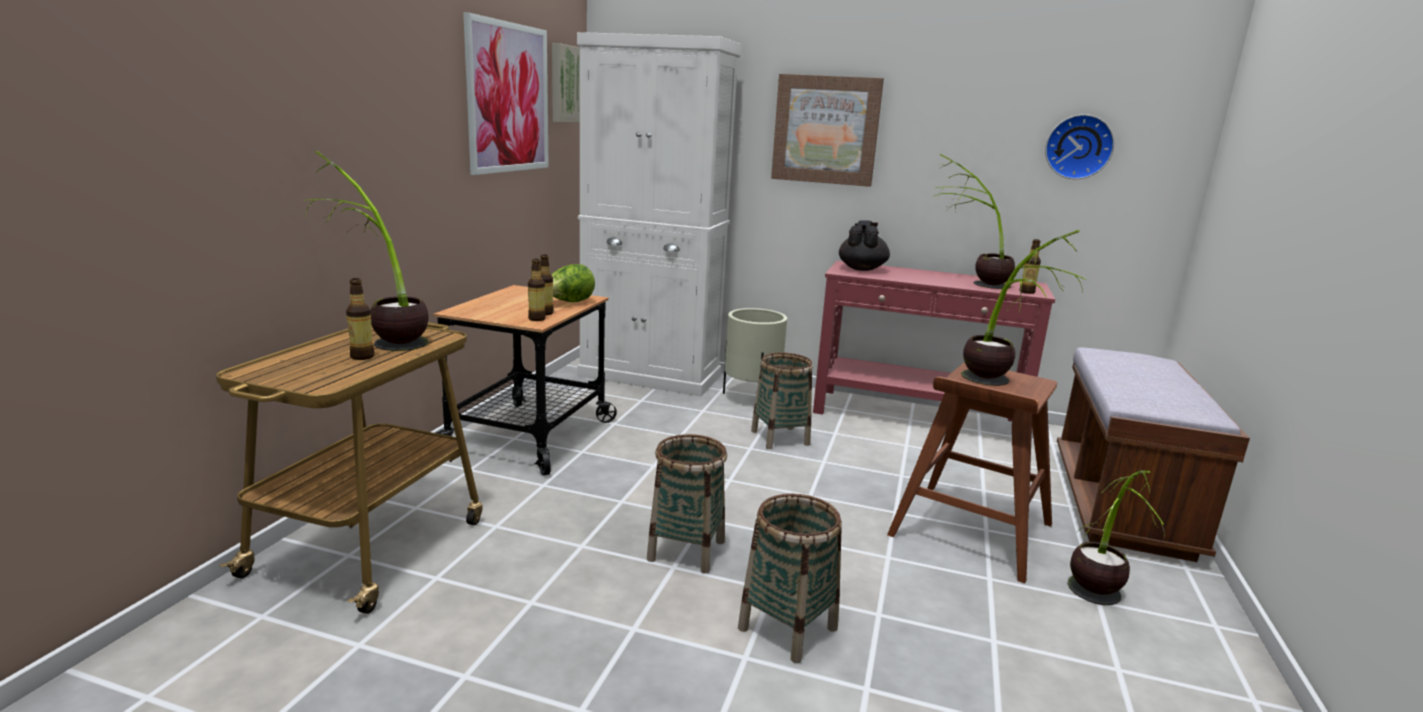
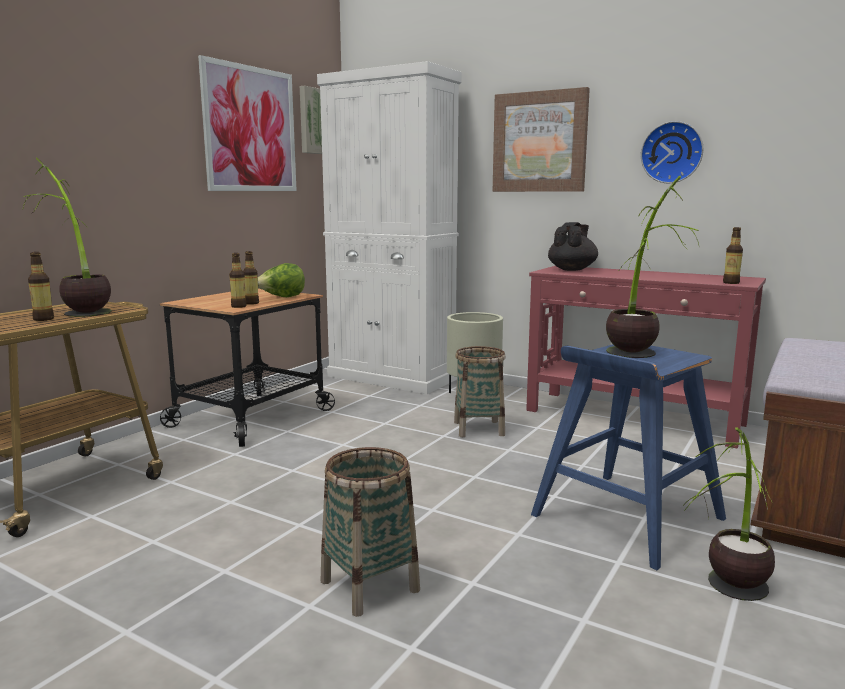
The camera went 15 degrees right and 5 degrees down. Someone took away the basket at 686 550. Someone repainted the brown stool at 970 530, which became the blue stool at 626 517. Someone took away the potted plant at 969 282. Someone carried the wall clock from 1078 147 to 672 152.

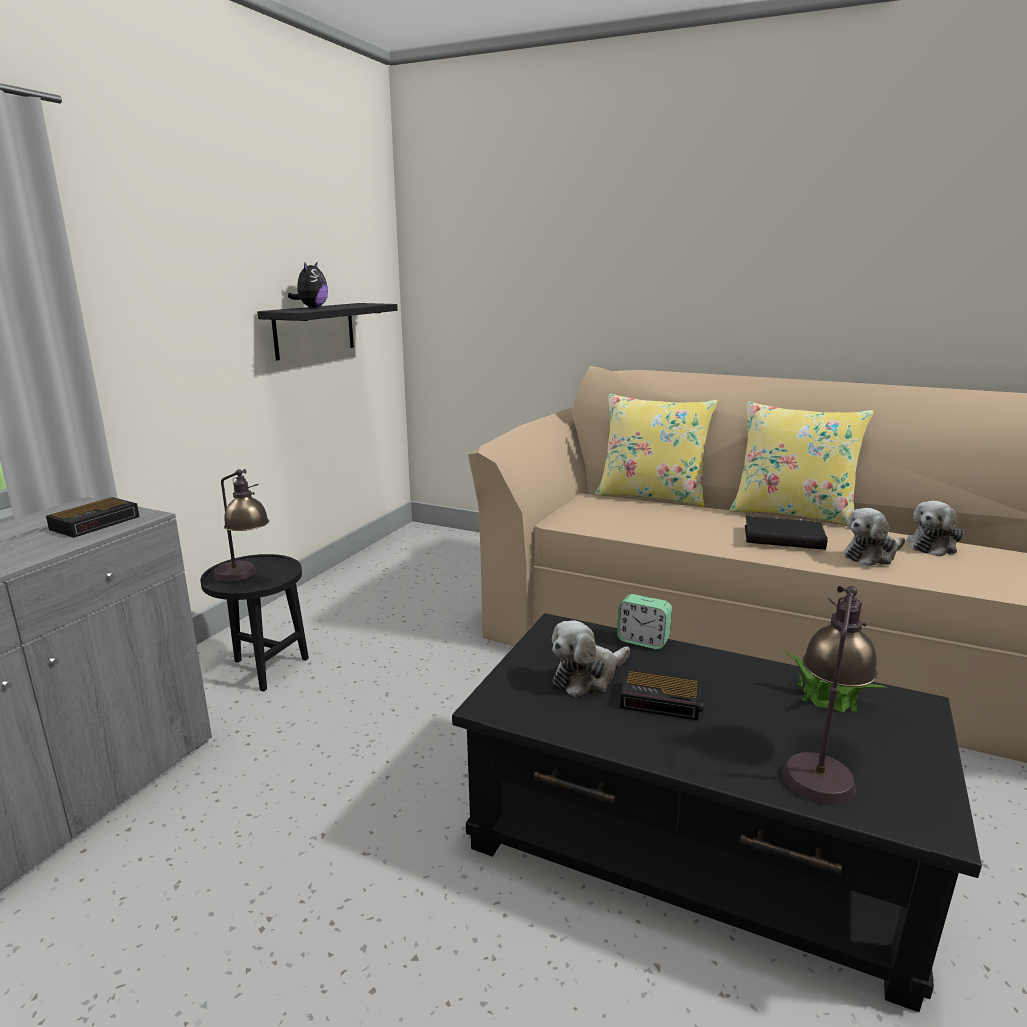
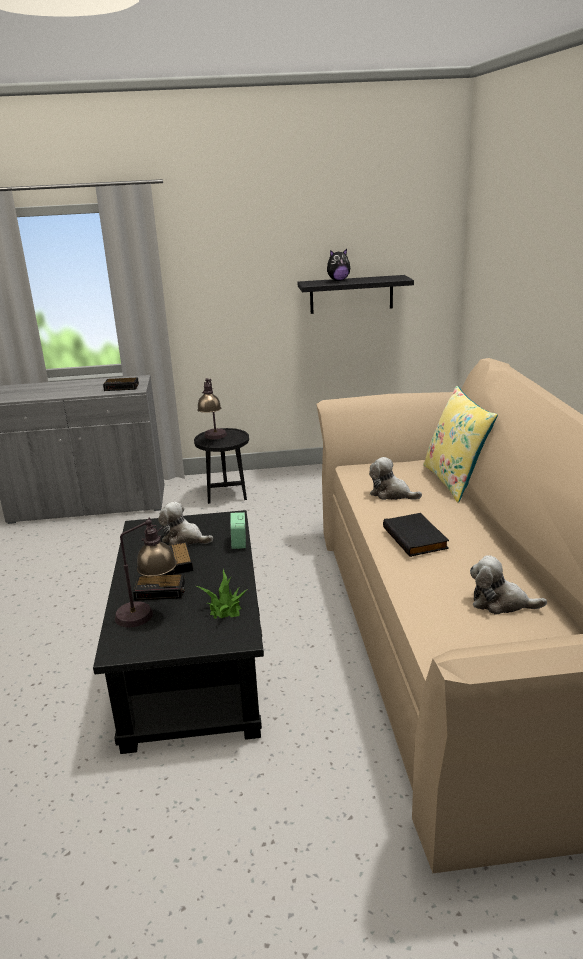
The camera went 60 degrees right and 5 degrees up. Someone took away the yellow pillow at 792 513. Someone carried the plush toy from 872 556 to 391 494. Someone put down the alarm clock at 161 591.

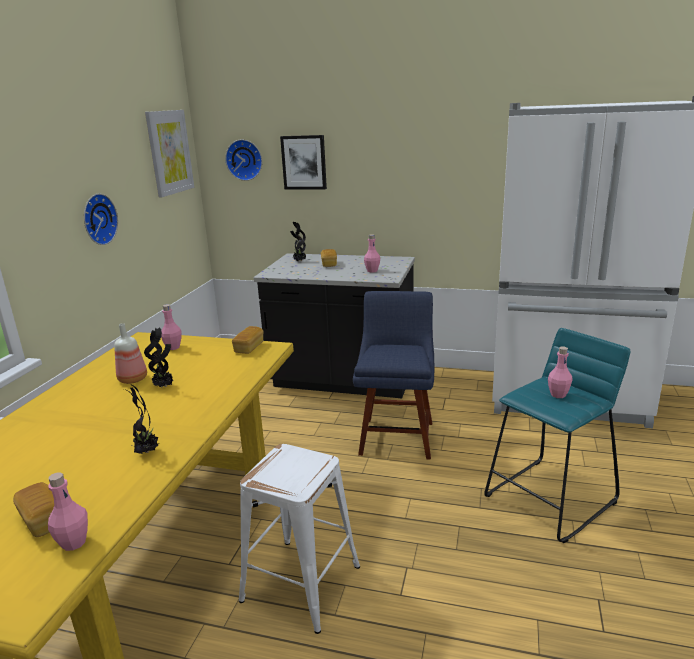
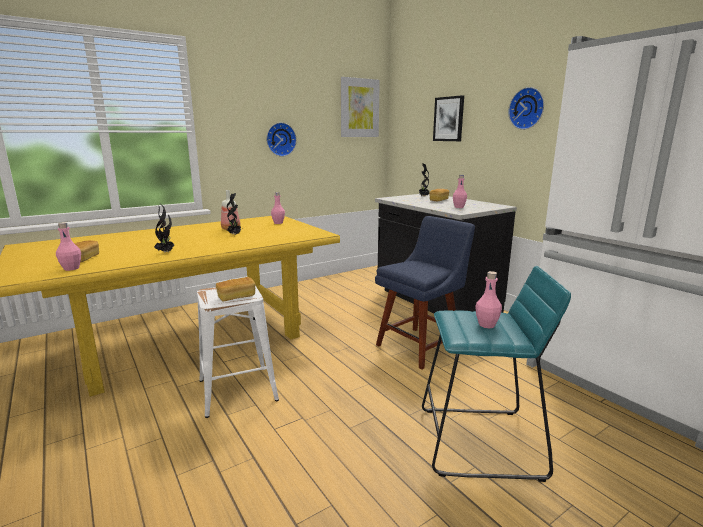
The camera went 40 degrees right and 5 degrees down. Someone carried the wall clock from 245 159 to 527 108. Someone carried the bread from 249 348 to 236 297.

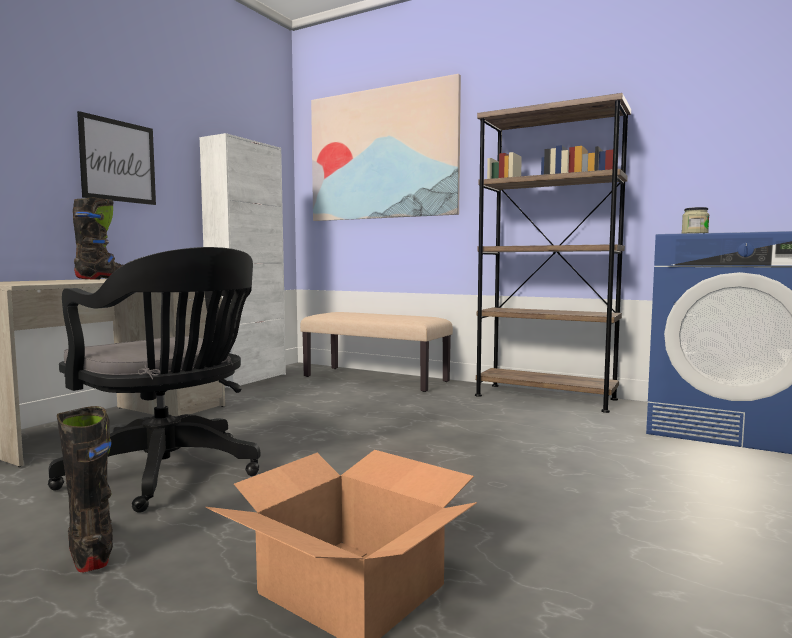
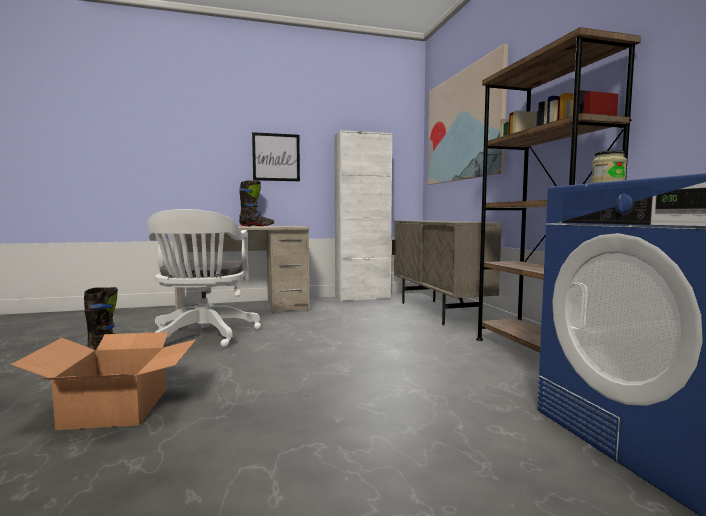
The camera went 45 degrees right and 0 degrees up. Someone repainted the black office chair at 169 474, which became the white office chair at 203 336. Someone swapped the beige bench at 376 379 for the beige cabinet at 438 312.

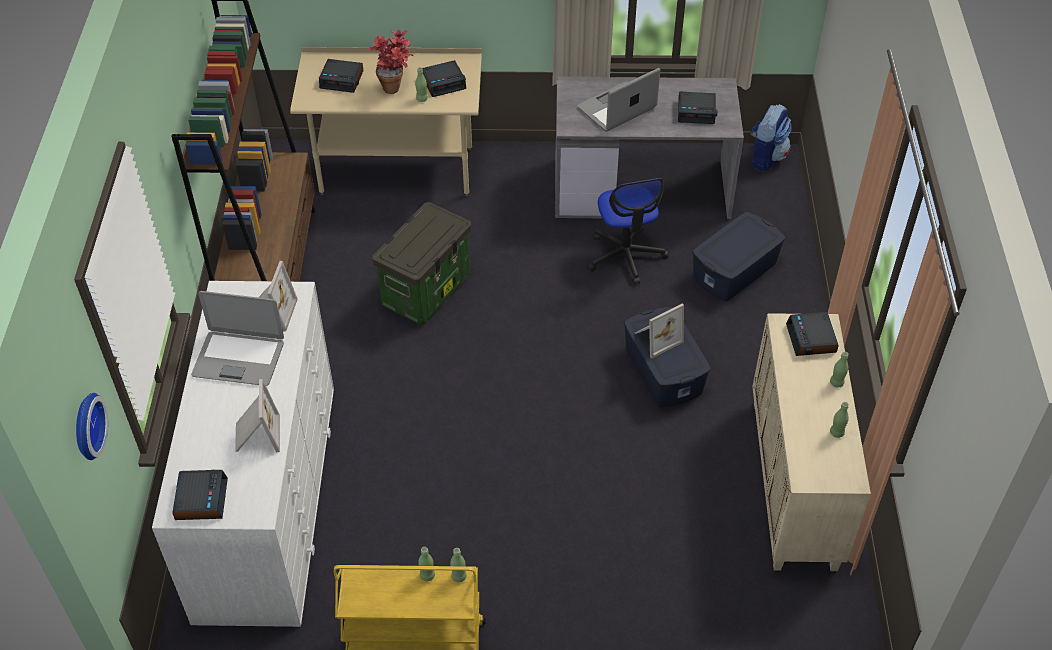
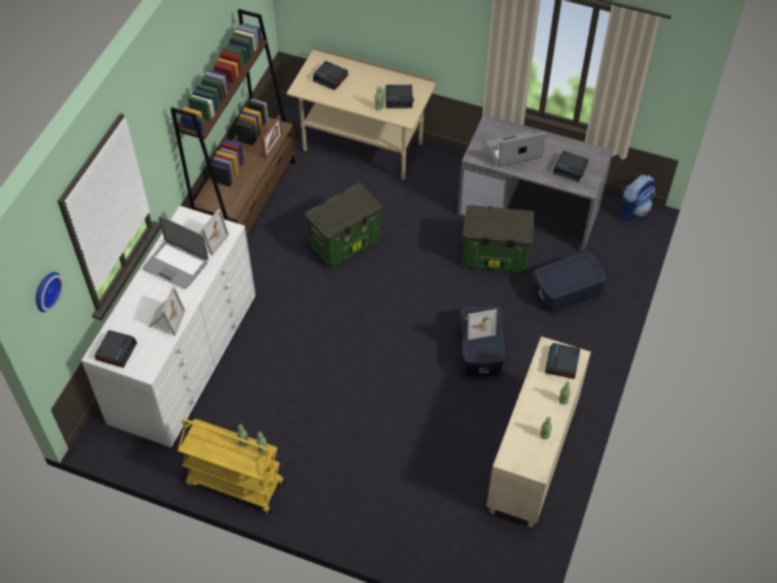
The camera went 20 degrees right and 5 degrees up. Someone took away the potted plant at 396 86. Someone swapped the office chair at 625 256 for the storage box at 494 257. Someone put down the picture frame at 273 147.

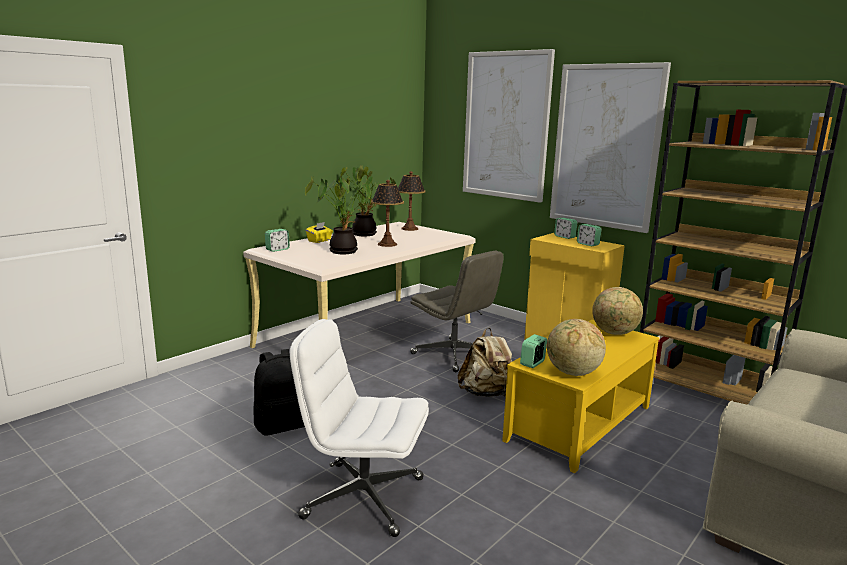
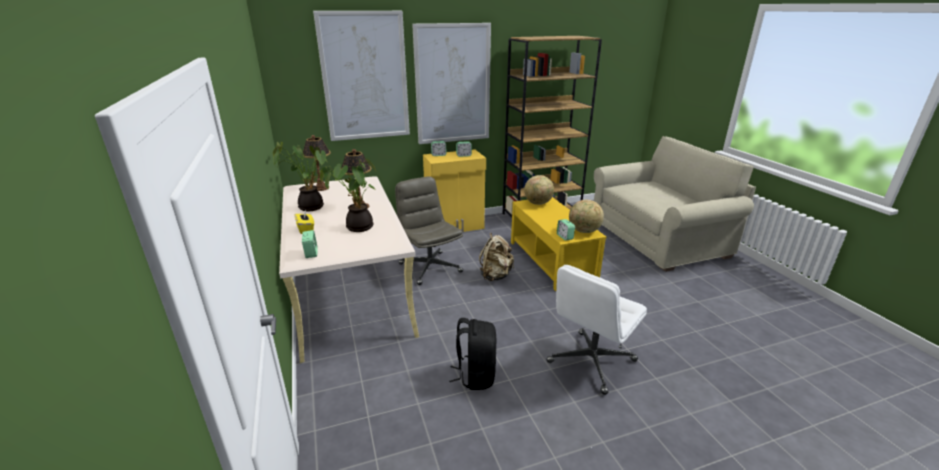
The camera went 60 degrees left and 10 degrees up. Someone rotated the grey office chair at 454 355 by 105 degrees counterclockwise.

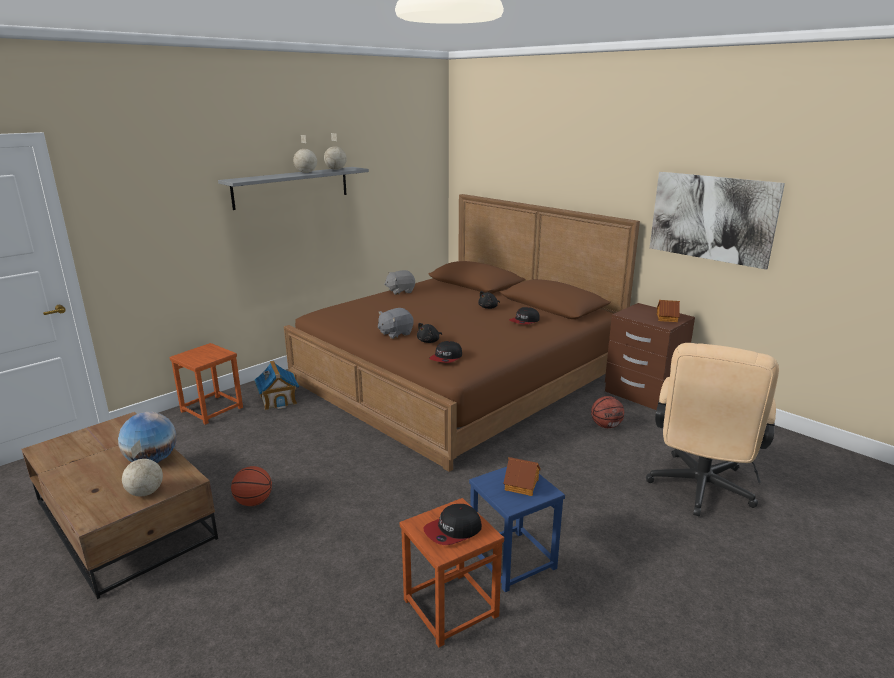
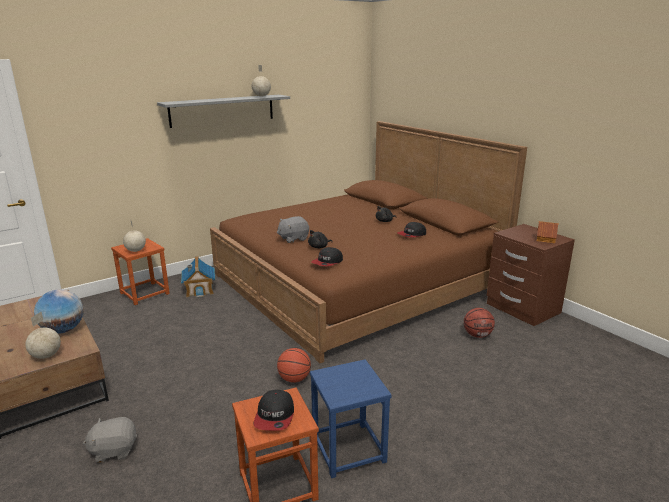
The camera went 10 degrees right and 0 degrees up. Someone carried the basketball from 253 502 to 294 379. Someone carried the globe from 306 173 to 135 251. Someone carried the grey plush toy from 400 291 to 114 450. Someone rotated the cap at 453 531 by 60 degrees counterclockwise. Someone took away the toy house at 522 485. Someone took away the beige office chair at 699 491. Someone took away the picture at 711 218.

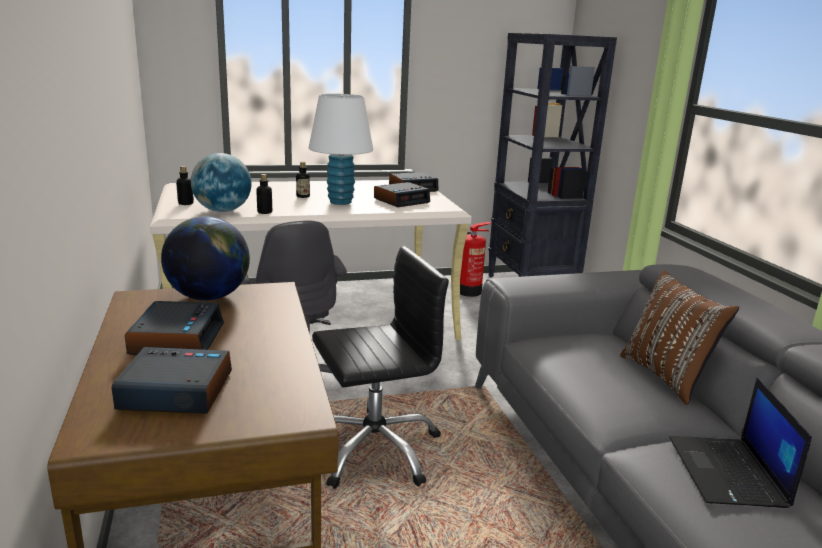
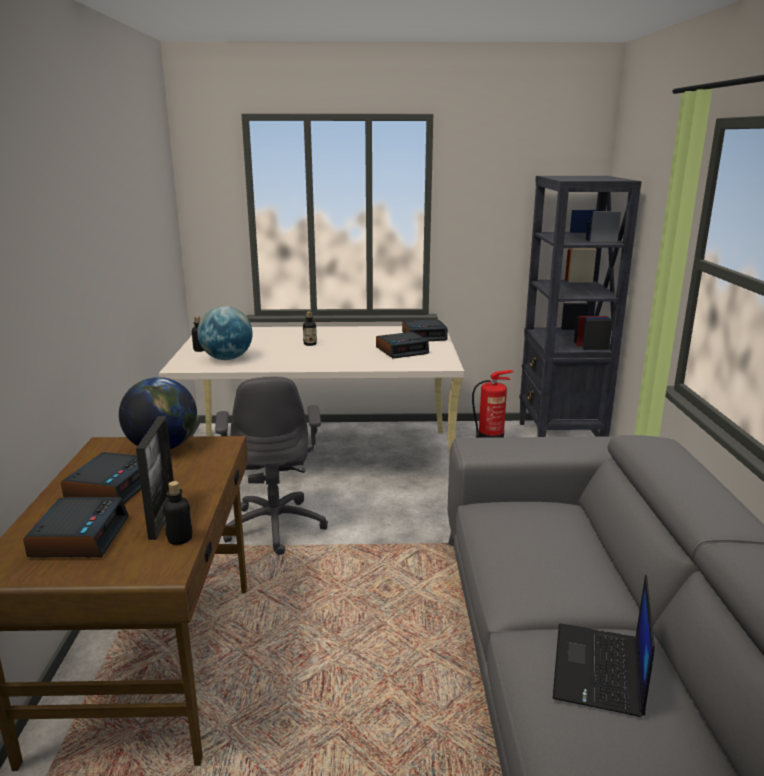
The camera went 15 degrees right and 0 degrees up. Someone rotated the alarm clock at 174 391 by 75 degrees clockwise. Someone carried the bottle from 264 212 to 180 539. Someone took away the white table lamp at 340 202. Someone took away the black office chair at 374 449. Someone took away the brown pillow at 667 376. Someone put down the picture frame at 162 518.

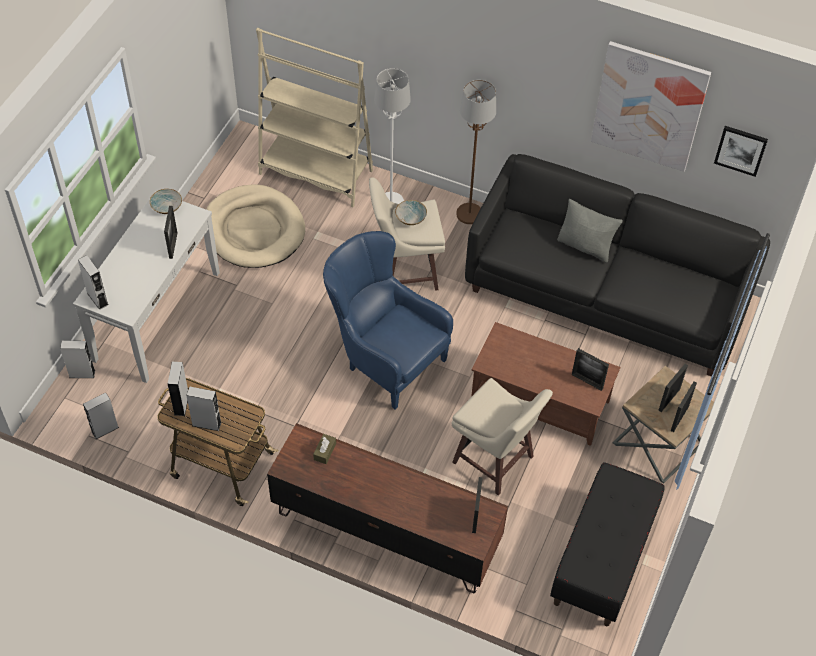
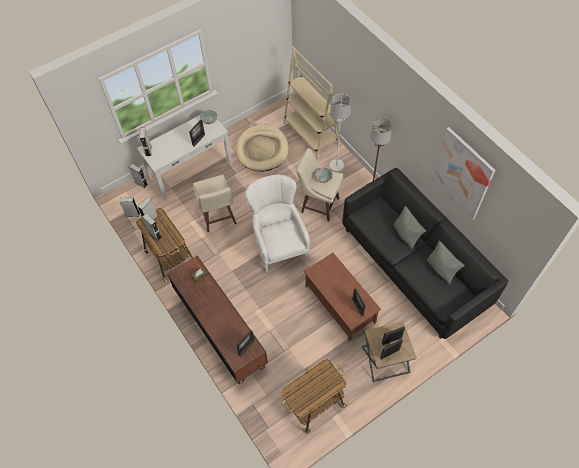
The camera went 35 degrees right and 5 degrees up. Someone repainted the blue armchair at 385 358, which became the white armchair at 279 243. Someone carried the beige stool from 494 461 to 218 217. Someone swapped the black bench at 603 560 for the cart at 313 404. Someone took away the picture at 741 150. Someone put down the grey pillow at 441 269.

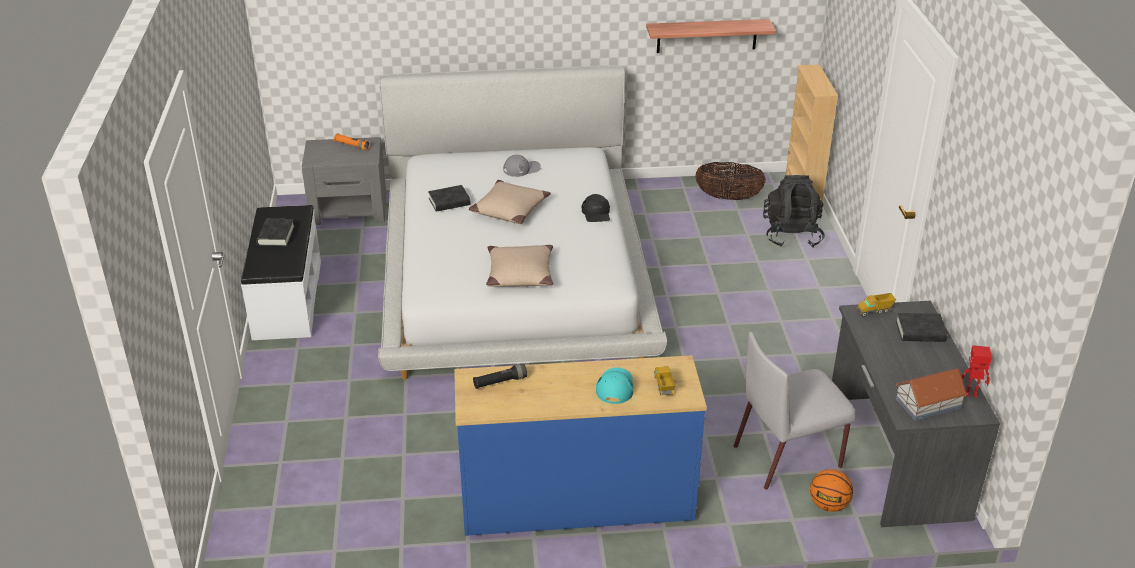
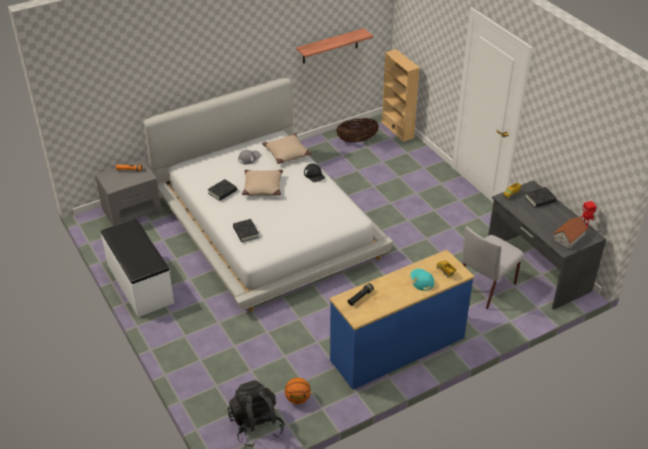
The camera went 25 degrees left and 5 degrees up. Someone carried the black book from 276 236 to 246 232. Someone carried the beige pillow from 519 274 to 286 153. Someone carried the black backpack from 791 235 to 256 426. Someone carried the basketball from 828 505 to 298 399.

